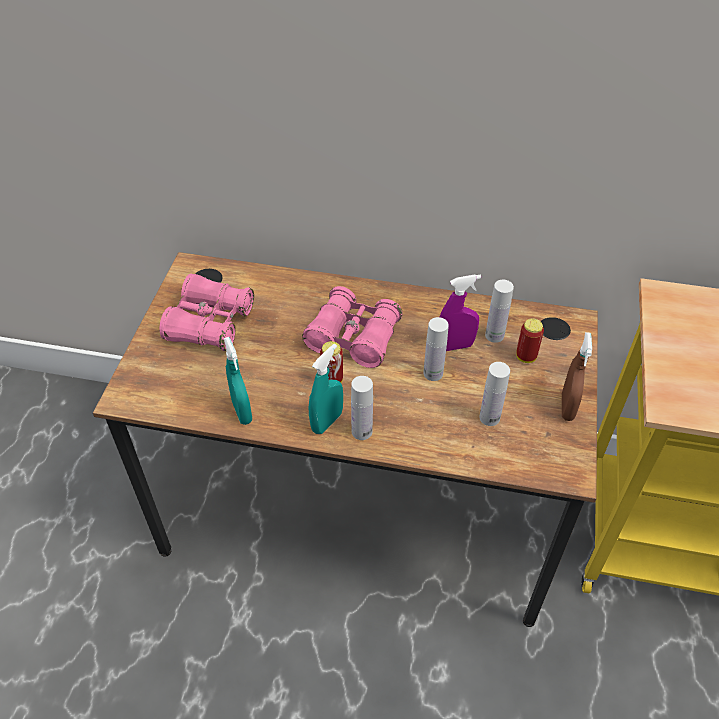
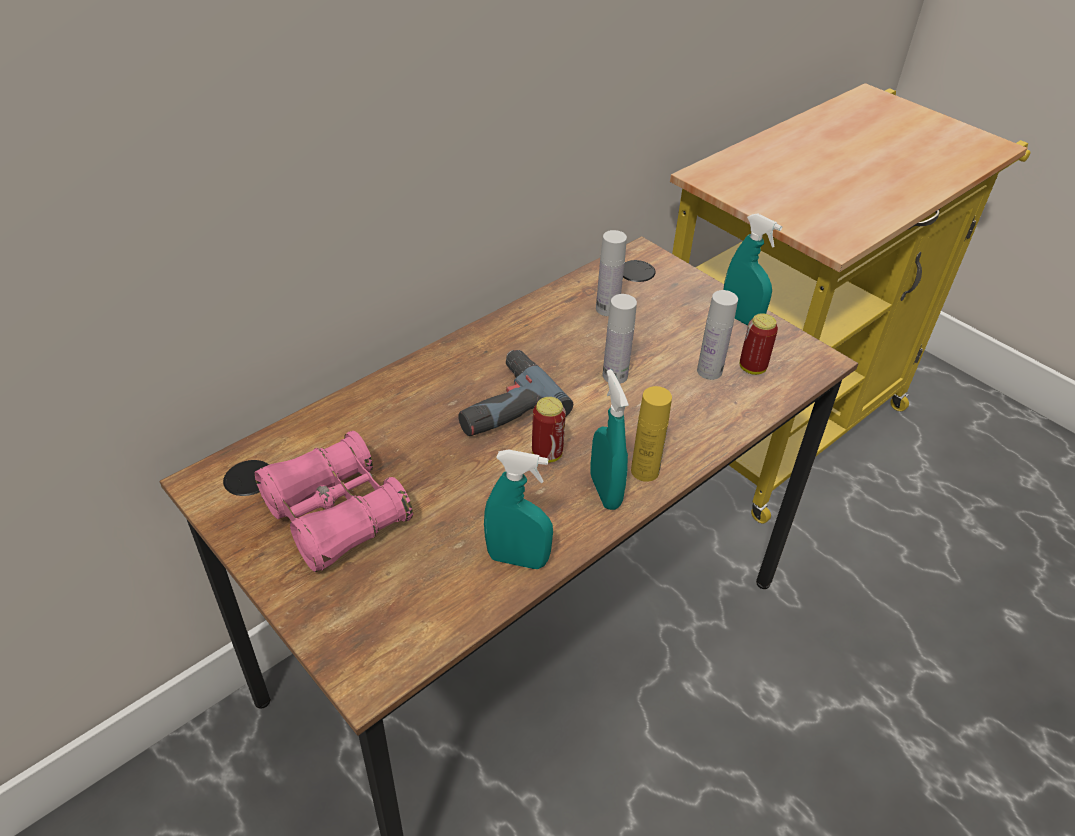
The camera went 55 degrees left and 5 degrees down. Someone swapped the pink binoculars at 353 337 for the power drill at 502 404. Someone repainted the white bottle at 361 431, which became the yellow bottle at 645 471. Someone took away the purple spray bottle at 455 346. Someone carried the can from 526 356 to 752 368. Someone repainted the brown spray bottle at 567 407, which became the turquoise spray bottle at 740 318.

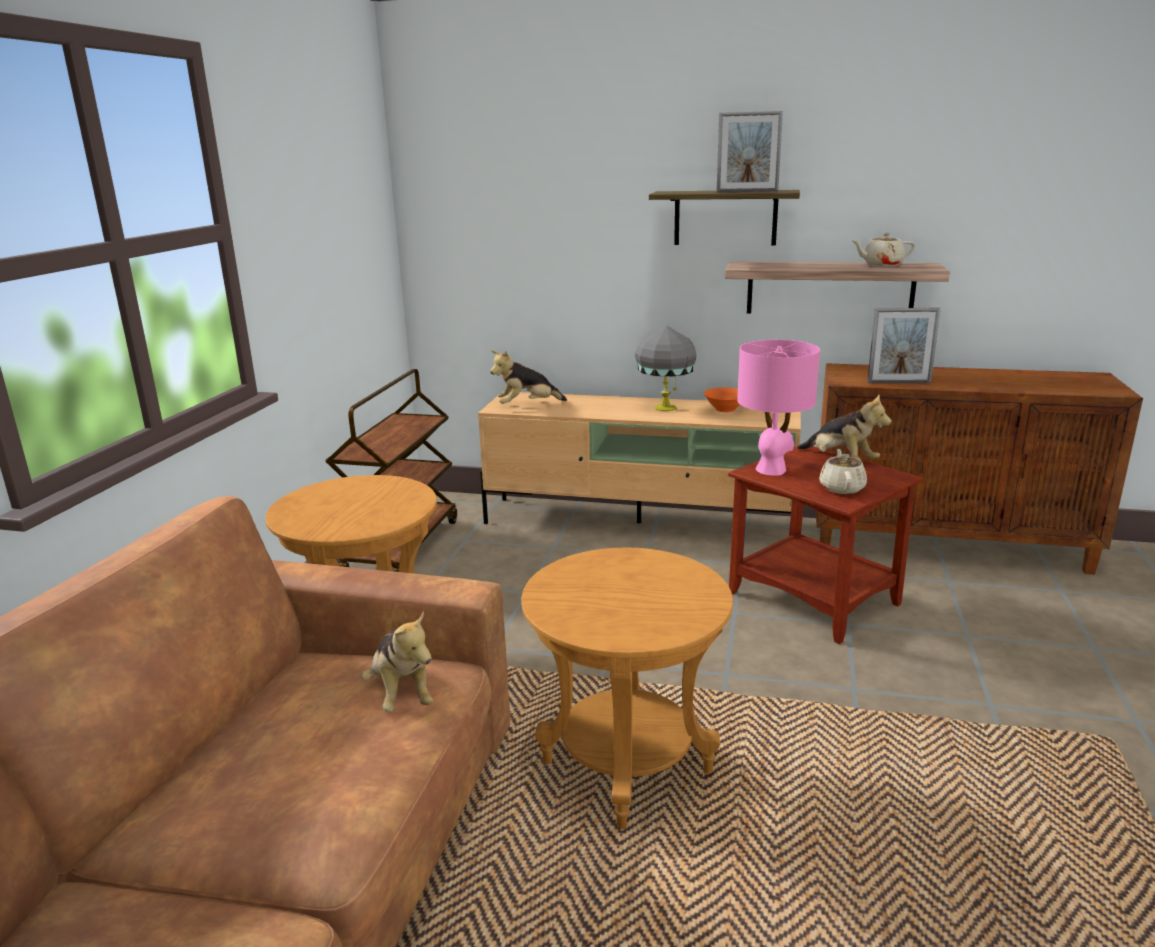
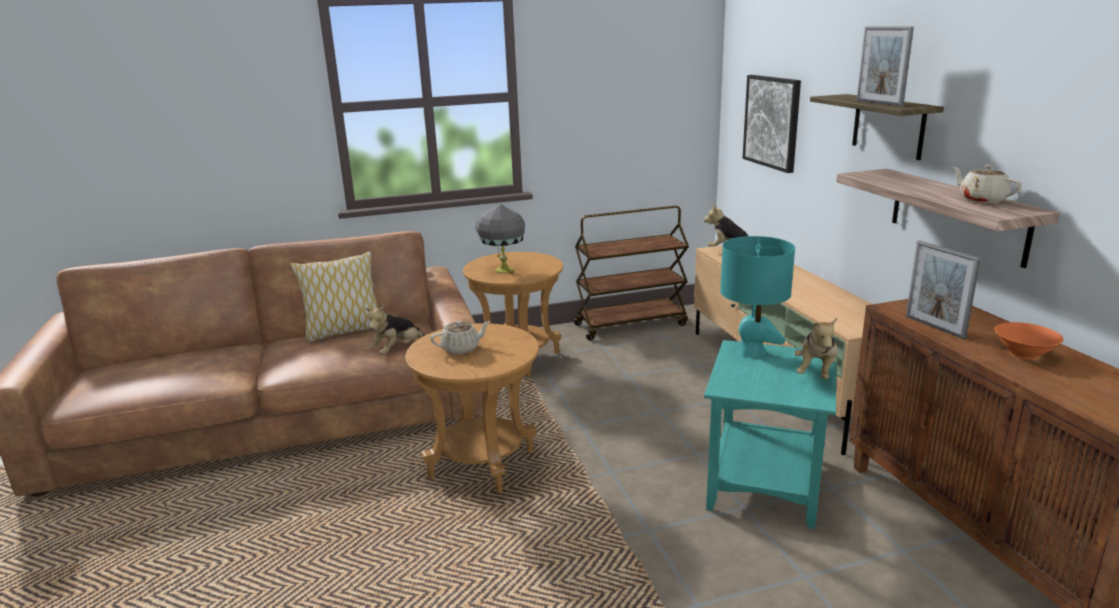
The camera went 60 degrees right and 0 degrees up. Someone carried the grey table lamp from 665 408 to 503 270. Someone carried the orange bowl from 725 409 to 1024 354. Someone repainted the brown side table at 811 599, which became the turquoise side table at 762 482. Someone repainted the pink table lamp at 771 469, which became the turquoise table lamp at 751 352. Someone carried the beige teapot from 841 488 to 461 349. Someone put down the pillow at 344 332. Someone put up the picture at 772 122.

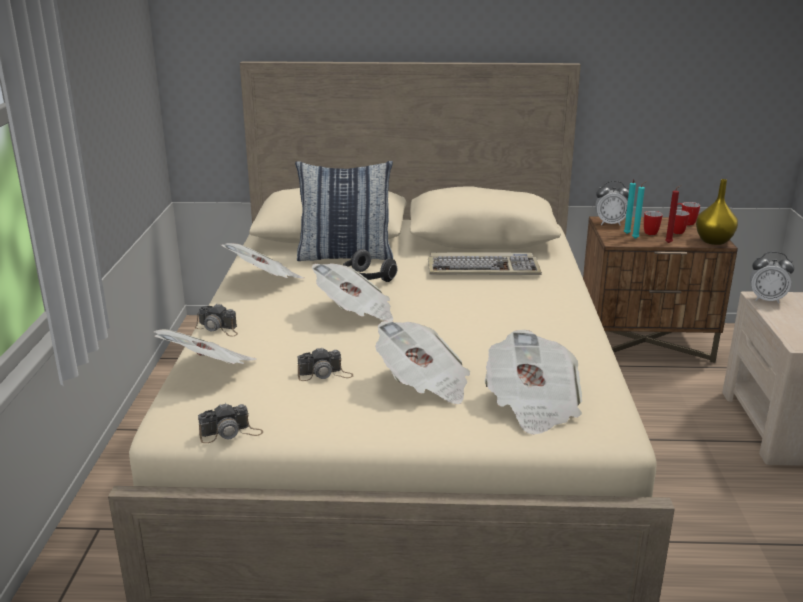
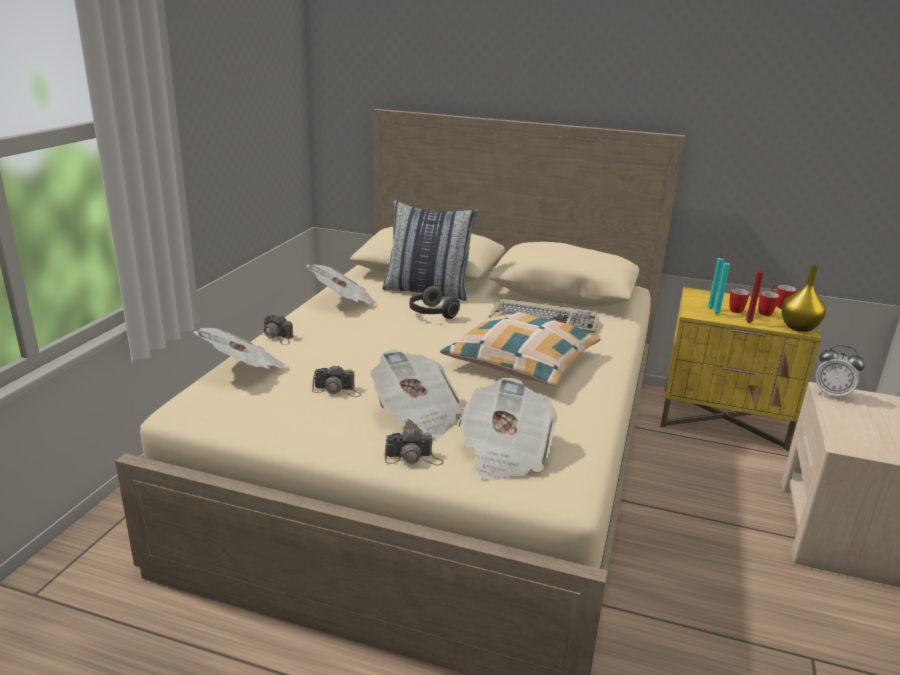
The camera went 15 degrees right and 0 degrees up. Someone carried the photo camera from 231 433 to 413 458. Someone took away the newspaper at 355 312. Someone repainted the brown nightstand at 645 343, which became the yellow nightstand at 723 419. Someone took away the alarm clock at 610 223. Someone put down the pillow at 521 361.

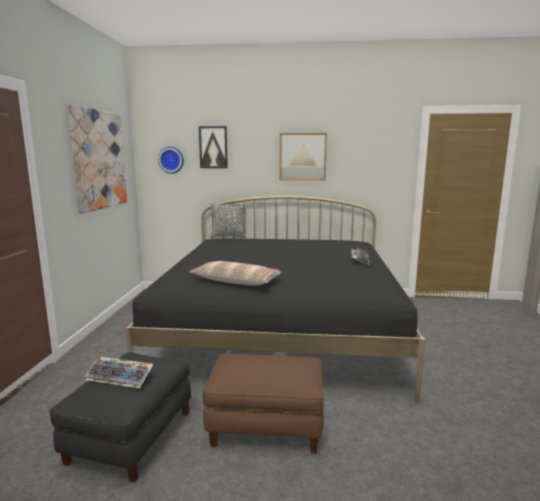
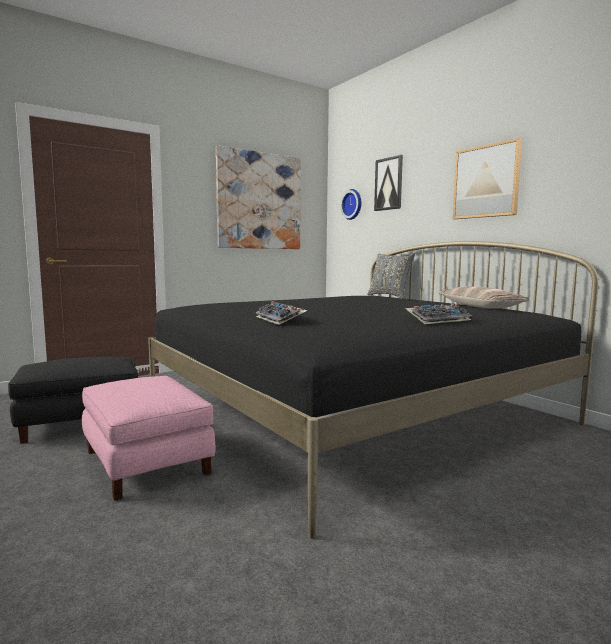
The camera went 50 degrees right and 5 degrees down. Someone carried the keyboard from 121 377 to 281 320. Someone carried the pillow from 236 281 to 480 306. Someone repainted the brown ottoman at 267 424, which became the pink ottoman at 148 462.

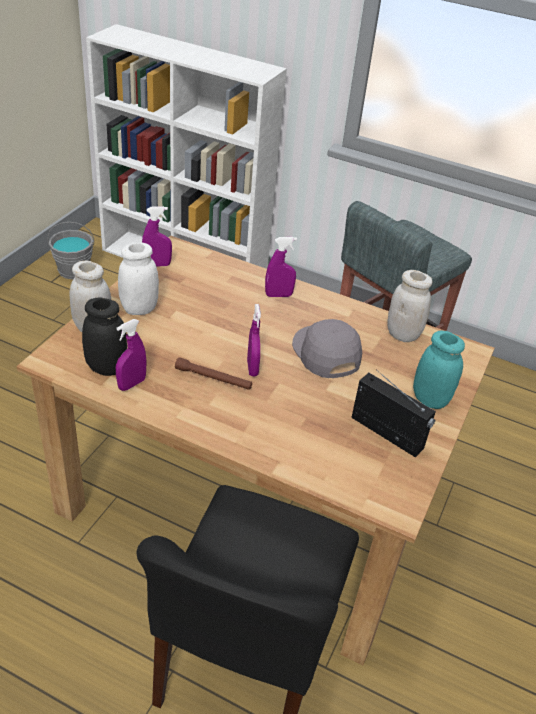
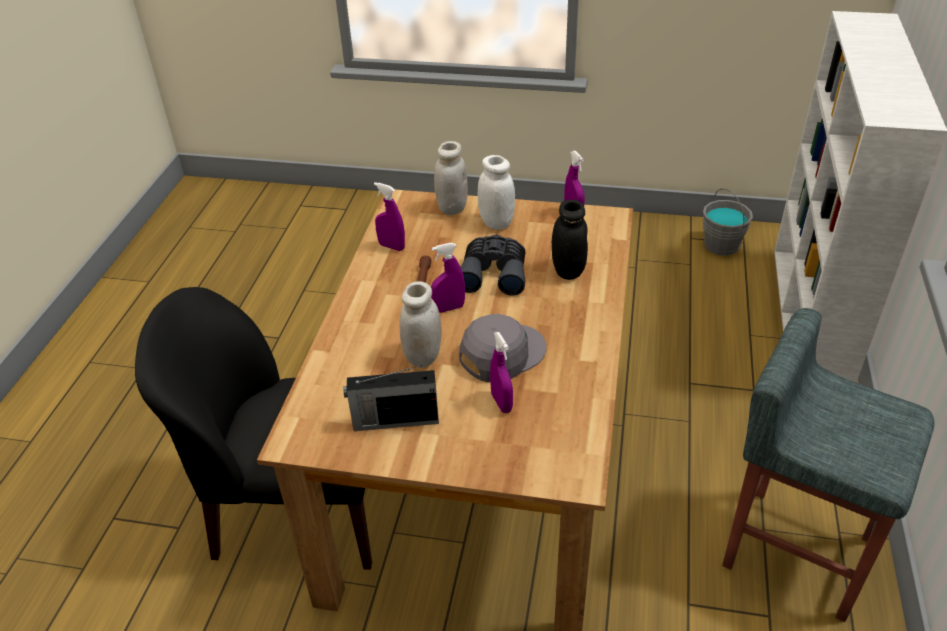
The camera went 80 degrees right and 0 degrees up. Someone carried the black jar from 106 367 to 568 271. Someone carried the purple spray bottle from 278 295 to 501 403. Someone rotated the radio at 388 433 by 60 degrees clockwise. Someone carried the white jar from 402 334 to 423 356. Someone took away the turquoise jar at 430 399. Someone put down the grey binoculars at 493 273.

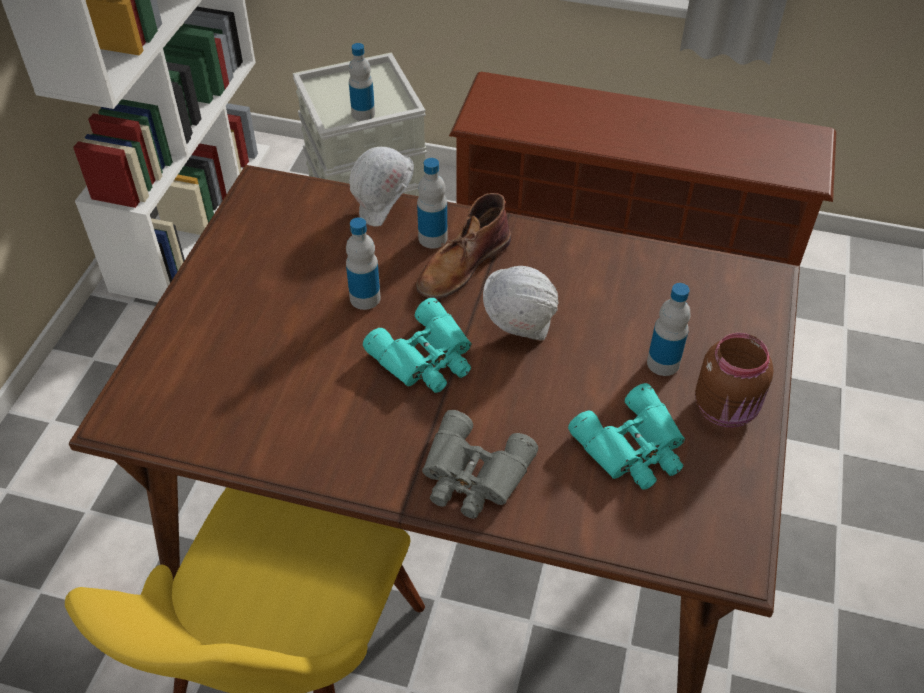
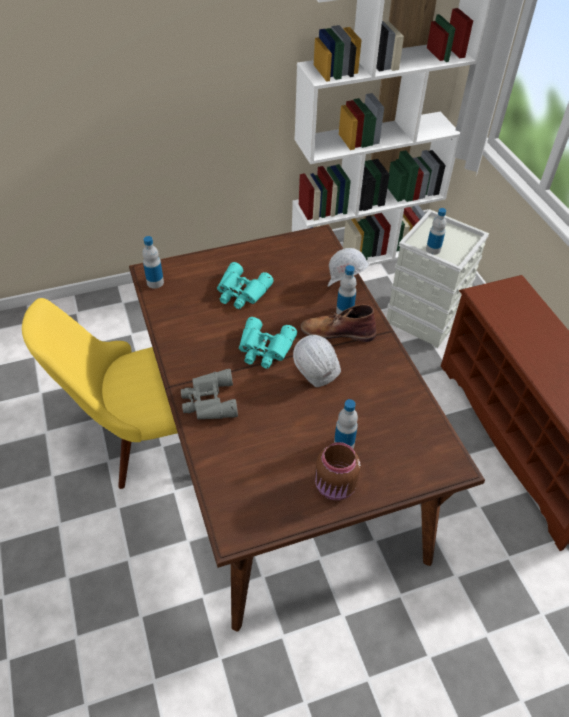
The camera went 55 degrees right and 0 degrees up. Someone carried the bottle from 365 298 to 155 282. Someone carried the turquoise binoculars from 634 448 to 241 292.

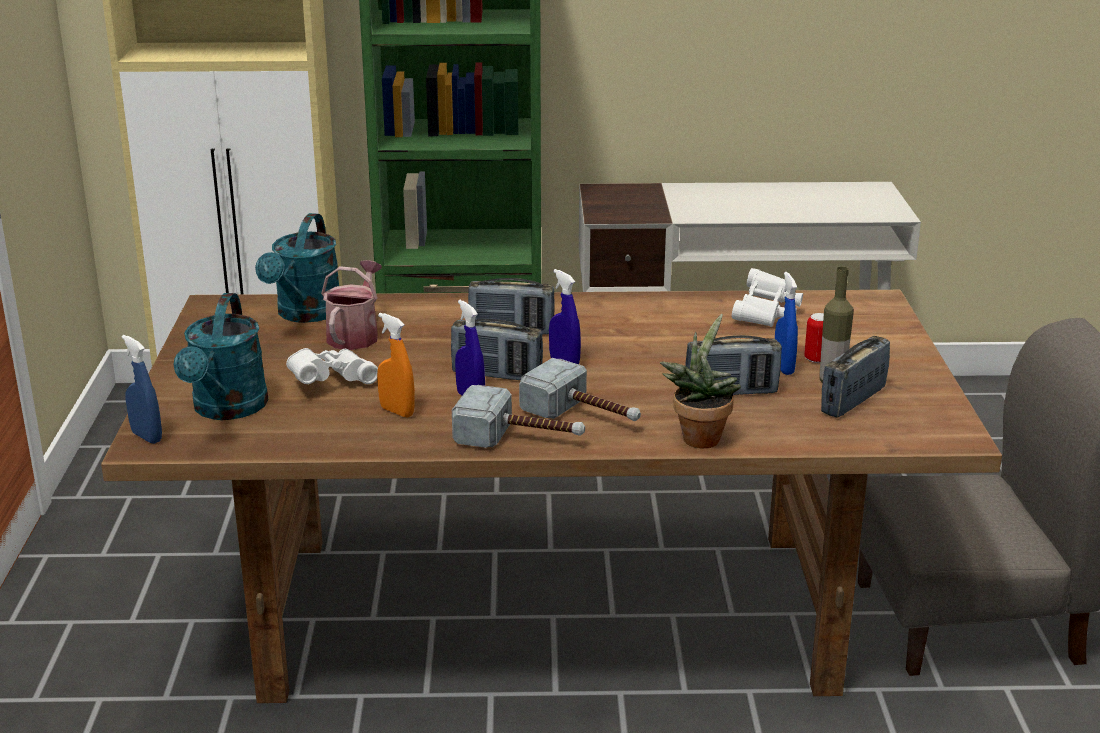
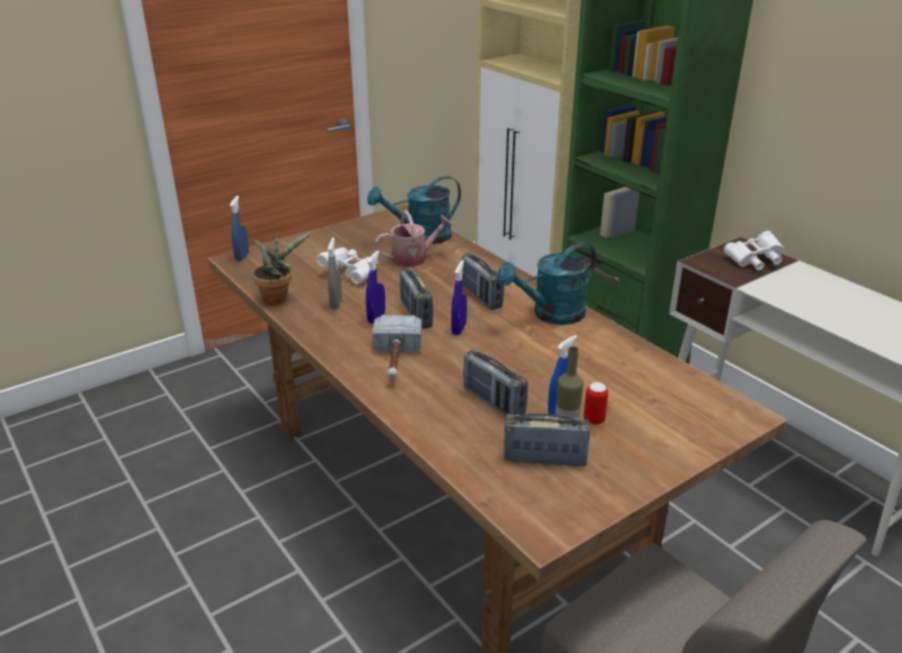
The camera went 55 degrees right and 5 degrees up. Someone carried the turquoise watering can from 227 410 to 551 315. Someone repainted the orange spray bottle at 397 411, which became the grey spray bottle at 336 304. Someone took away the hammer at 520 438. Someone carried the potted plant from 699 436 to 278 298. Someone carried the white binoculars from 766 314 to 754 261.

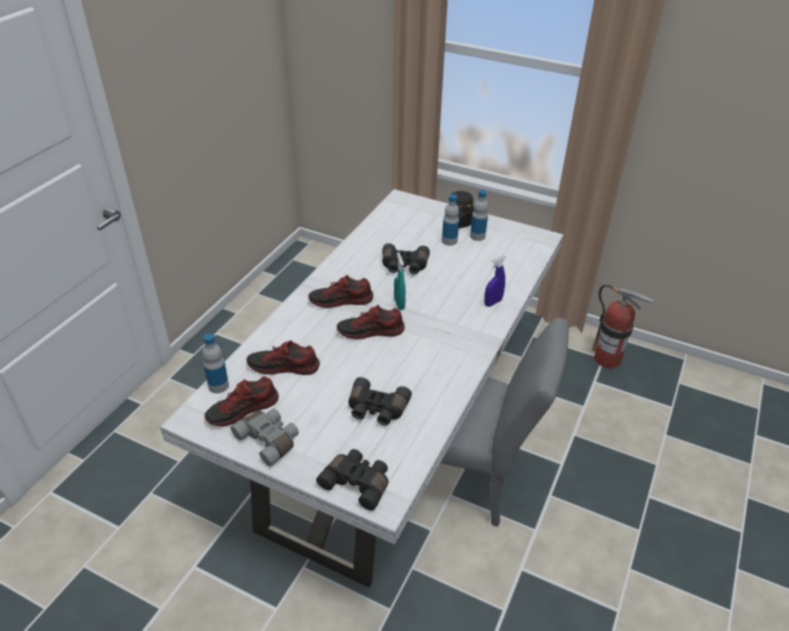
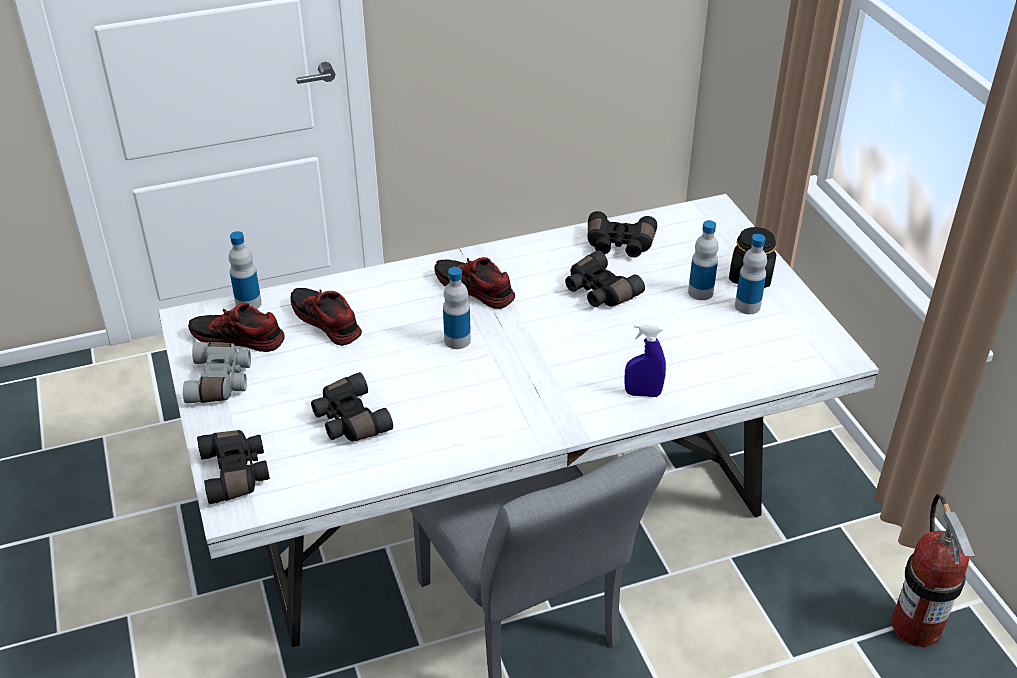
The camera went 45 degrees right and 0 degrees up. Someone swapped the shoe at 371 331 for the bottle at 457 340. Someone took away the turquoise spray bottle at 399 304. Someone put down the black binoculars at 619 245.

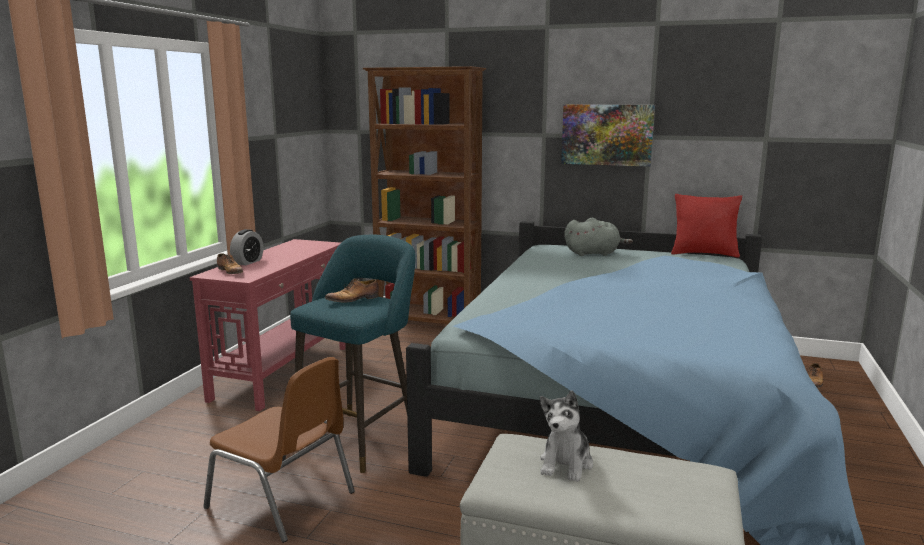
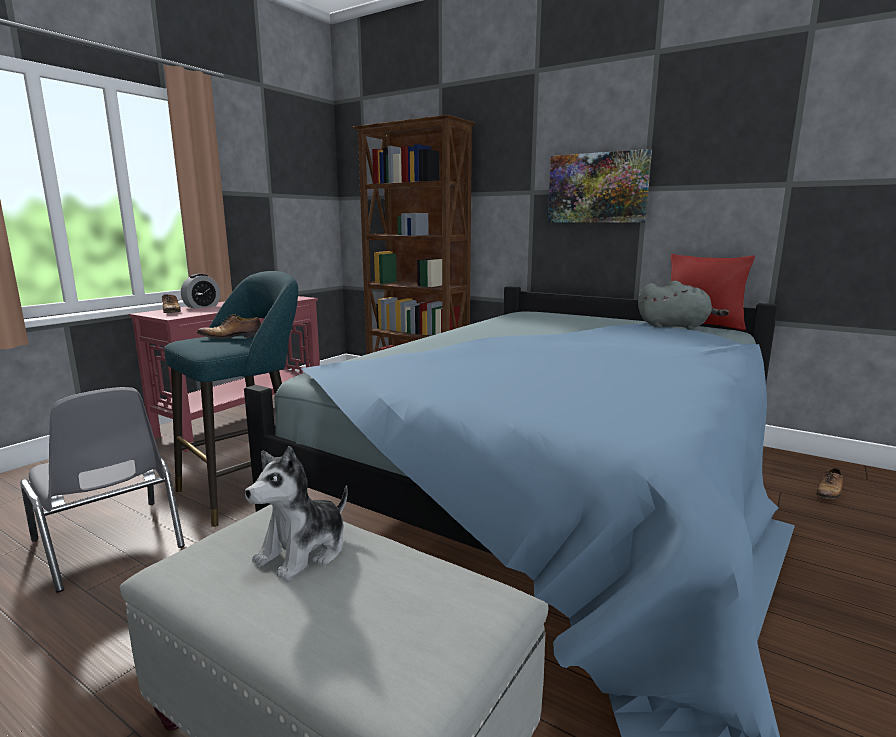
The camera went 15 degrees right and 0 degrees up. Someone repainted the brown chair at 283 500, which became the grey chair at 109 544. Someone carried the grey plush toy from 594 253 to 675 327.

